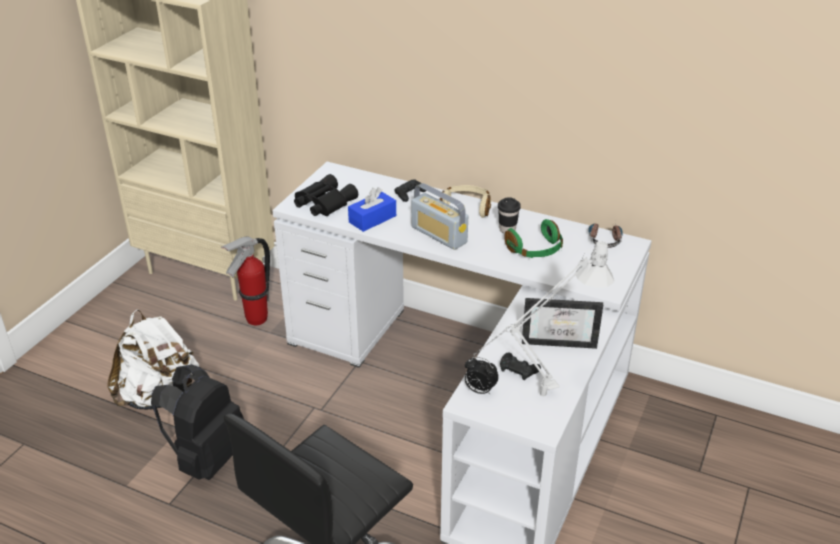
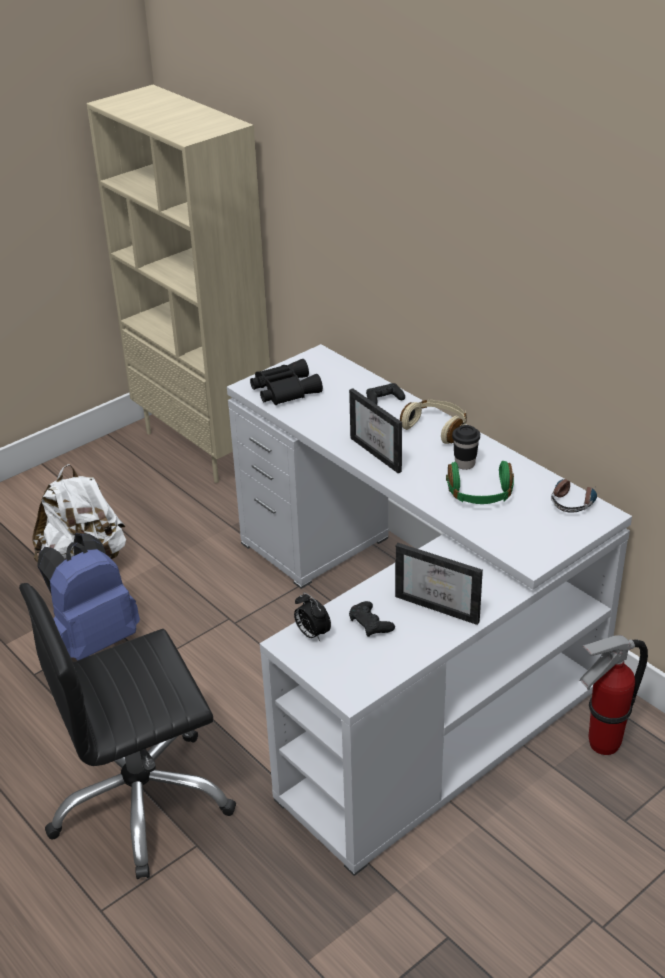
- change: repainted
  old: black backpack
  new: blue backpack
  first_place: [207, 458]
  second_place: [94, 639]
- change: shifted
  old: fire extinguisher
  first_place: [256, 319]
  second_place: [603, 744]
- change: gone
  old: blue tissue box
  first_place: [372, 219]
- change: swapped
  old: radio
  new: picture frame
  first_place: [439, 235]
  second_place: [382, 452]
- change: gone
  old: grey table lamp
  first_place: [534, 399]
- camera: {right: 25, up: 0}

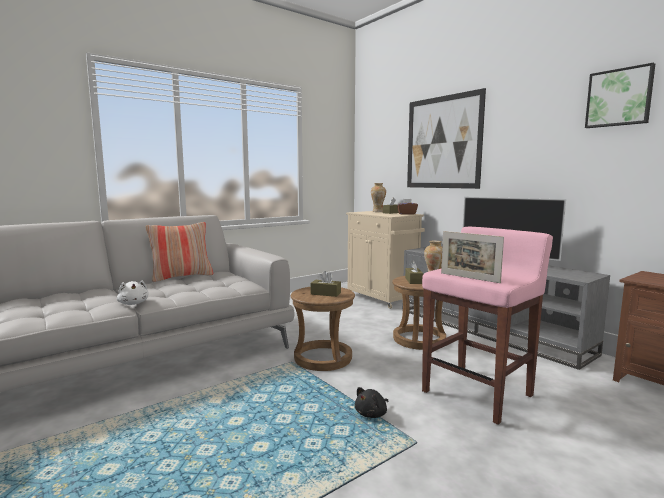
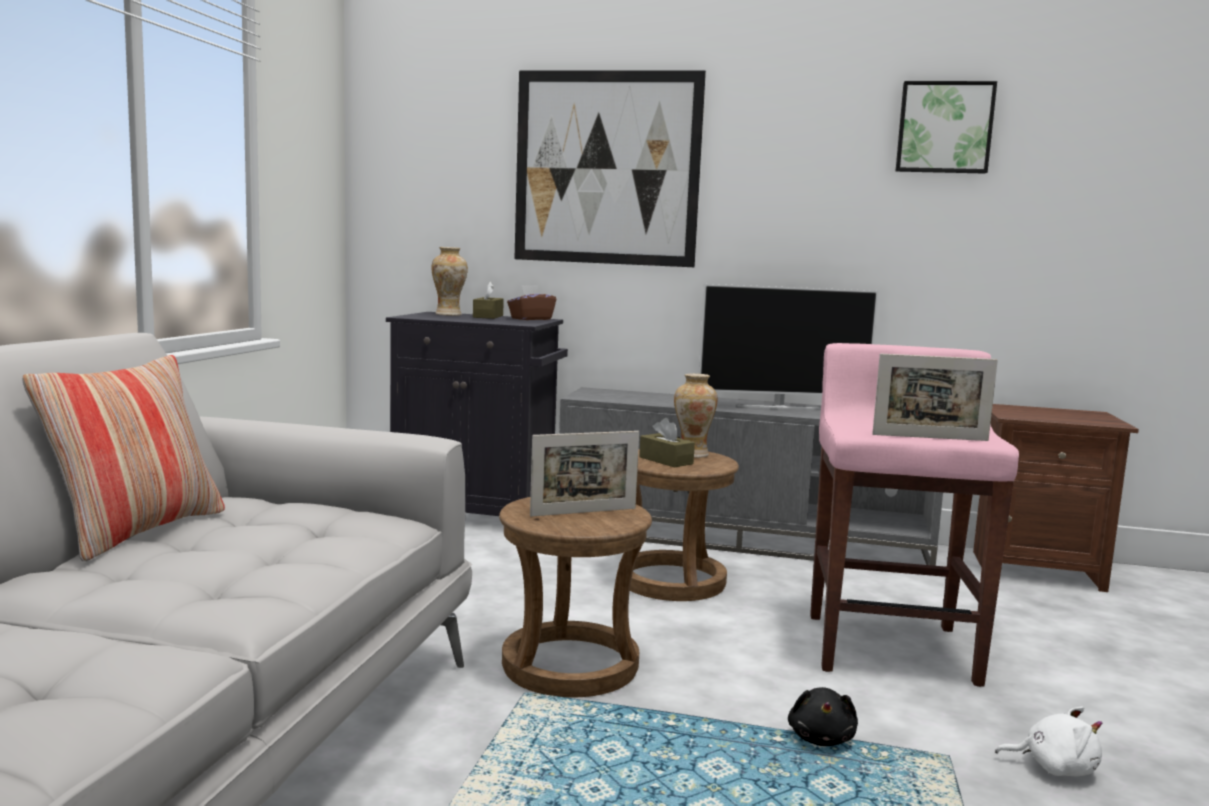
- change: shifted
  old: white plush toy
  first_place: [133, 303]
  second_place: [1054, 767]
- change: swapped
  old: brown tissue box
  new: picture frame
  first_place: [325, 293]
  second_place: [583, 512]
- change: repainted
  old: beige cabinet
  new: black cabinet
  first_place: [383, 298]
  second_place: [477, 512]
- camera: {right: -40, up: 0}

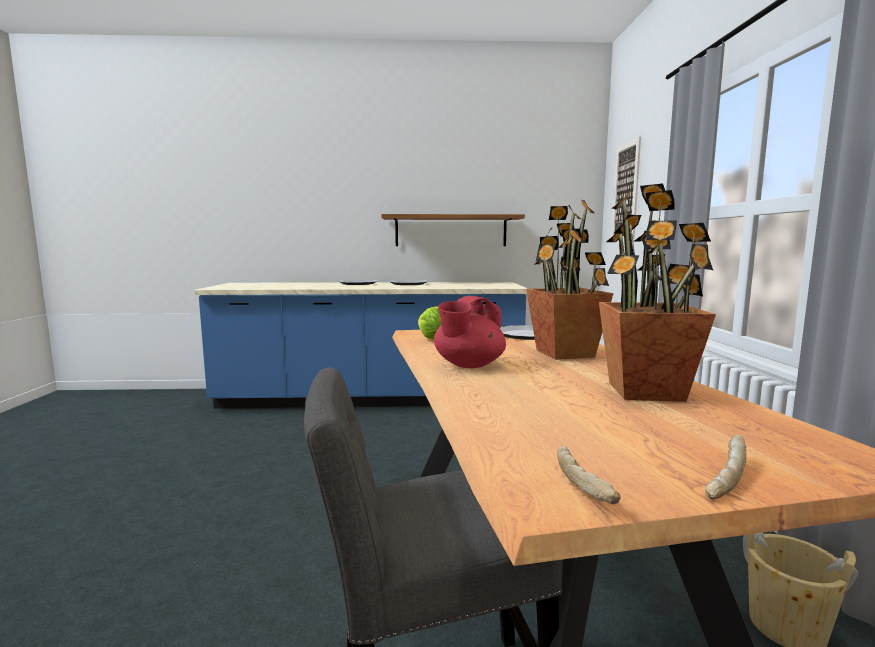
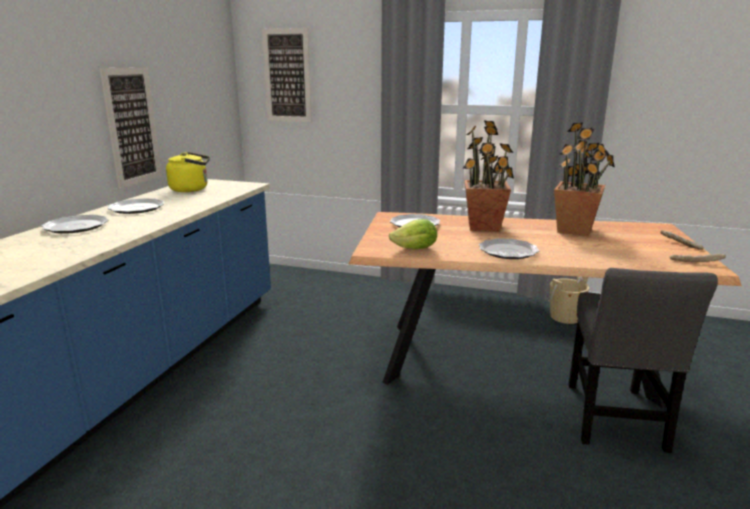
- change: swapped
  old: shelf
  new: picture
  first_place: [451, 231]
  second_place: [132, 126]
- change: swapped
  old: red teapot
  new: plate
  first_place: [468, 365]
  second_place: [508, 251]
- change: new
  new: yellow kettle
  second_place: [192, 189]
- camera: {right: -70, up: 10}

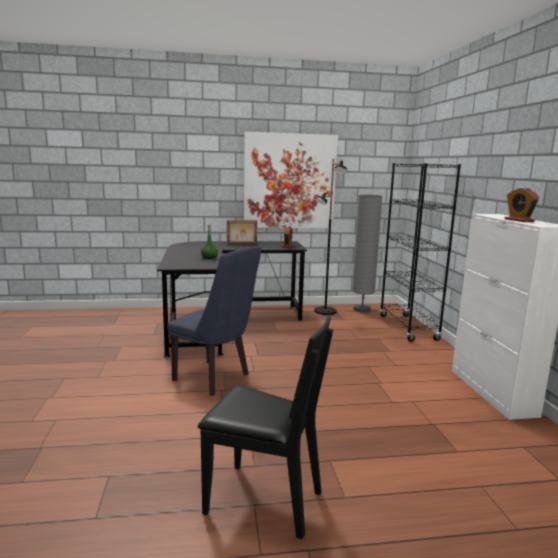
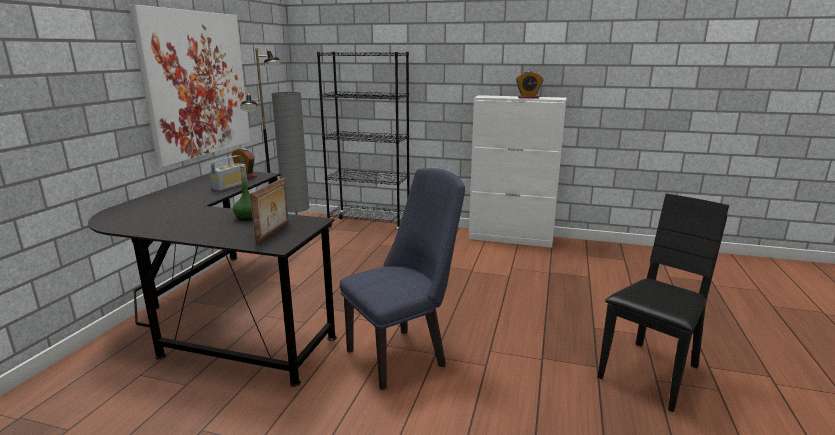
- change: shifted
  old: picture frame
  first_place: [242, 244]
  second_place: [274, 233]
- change: new
  new: radio
  second_place: [230, 186]
- camera: {right: -65, up: 5}

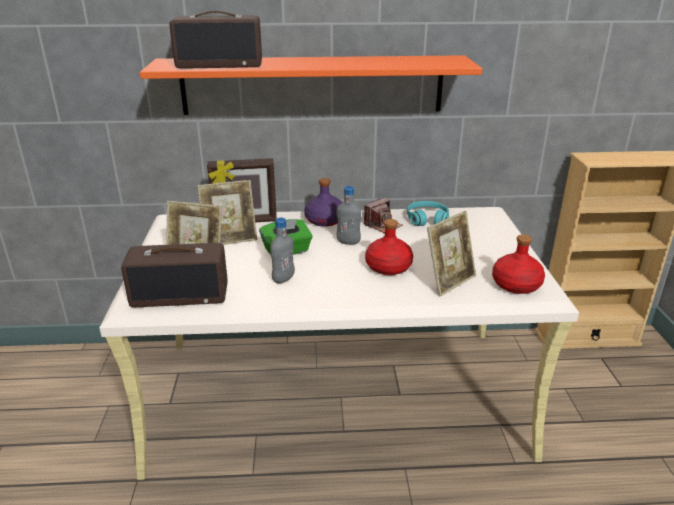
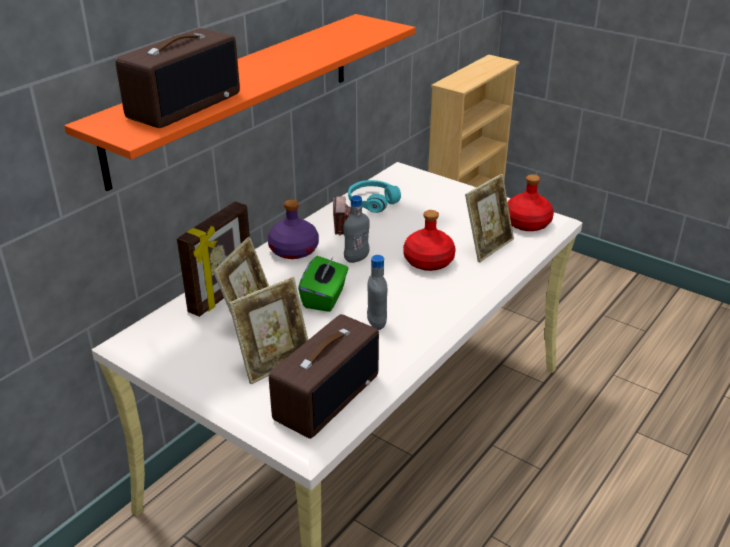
- change: rotated
  old: picture frame
  first_place: [449, 281]
  second_place: [487, 246]
  degrees: 45
- camera: {right: -50, up: 5}

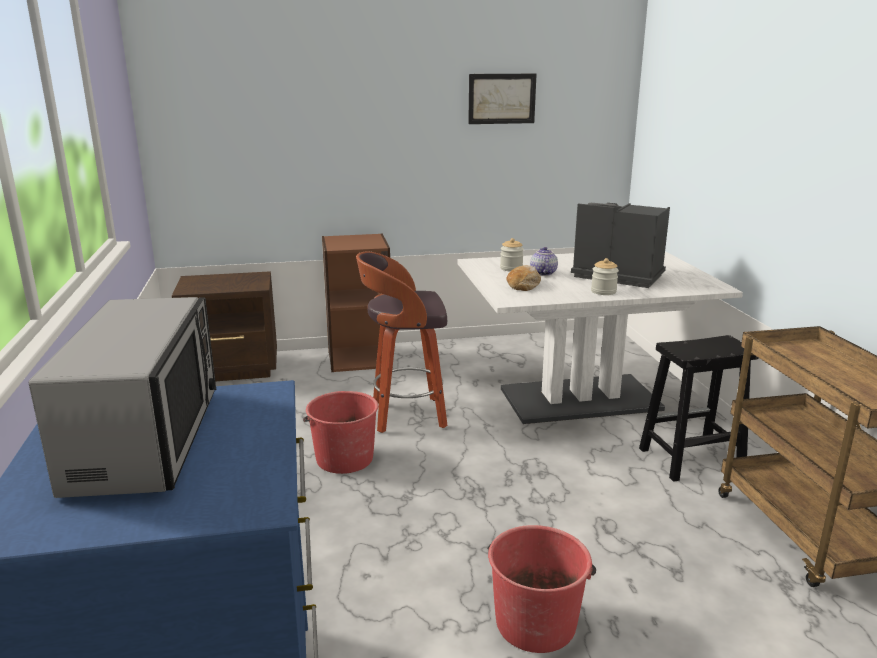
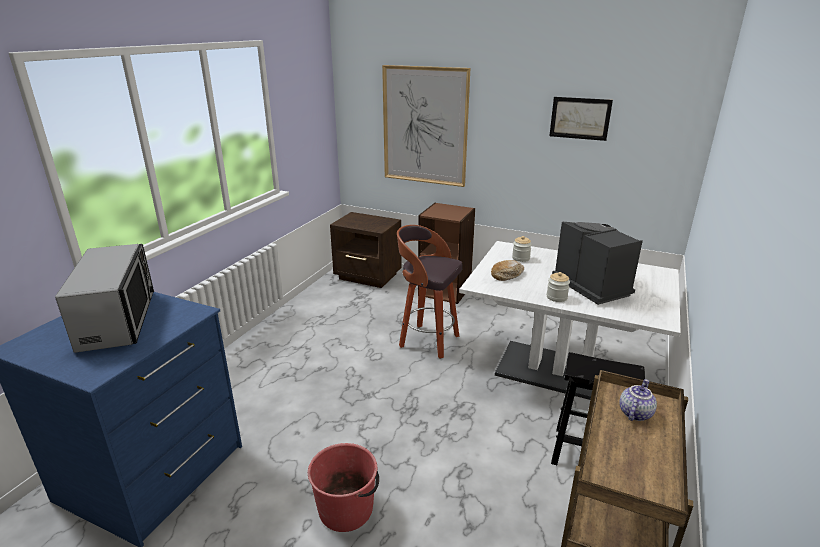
- change: rotated
  old: microwave
  first_place: [148, 438]
  second_place: [119, 320]
  degrees: -45
- change: gone
  old: red bucket
  first_place: [344, 458]
- change: shifted
  old: teapot
  first_place: [542, 273]
  second_place: [634, 413]
- change: new
  new: picture
  second_place: [425, 126]
- camera: {right: 35, up: 5}

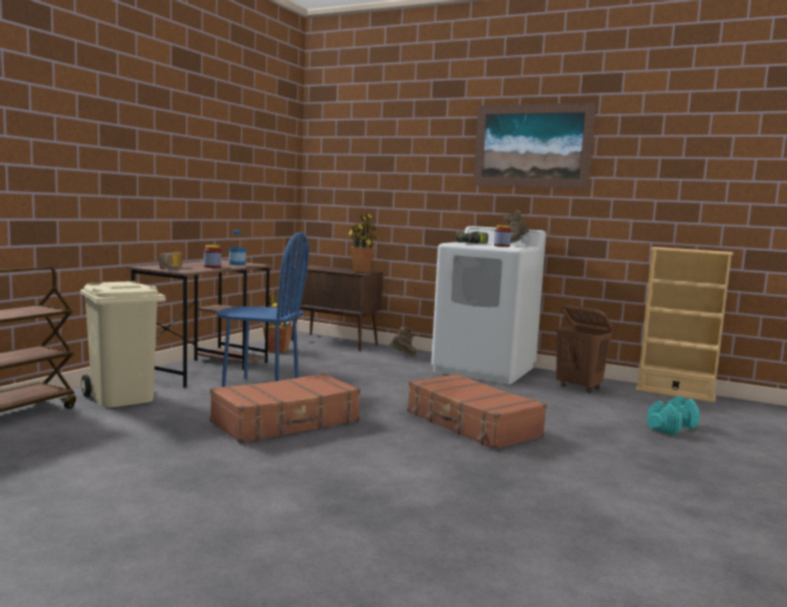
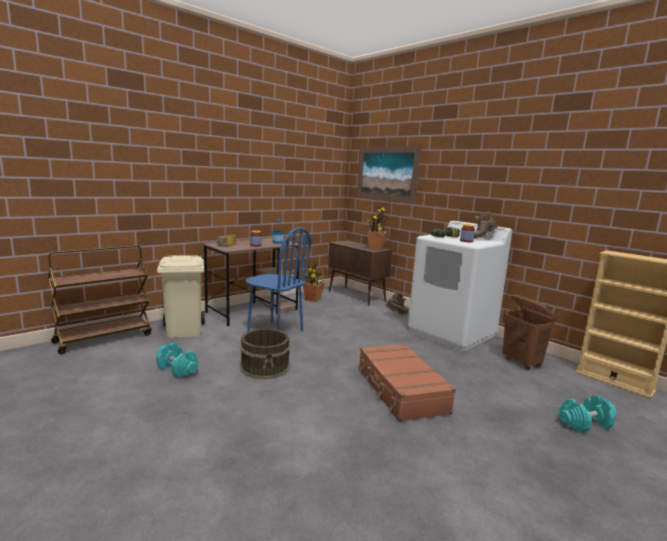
- change: swapped
  old: brown suitcase
  new: brown bucket
  first_place: [286, 422]
  second_place: [265, 367]
- change: shifted
  old: picture
  first_place: [532, 146]
  second_place: [387, 173]
- change: new
  new: turquoise dumbbell
  second_place: [177, 369]
- camera: {right: 20, up: 5}

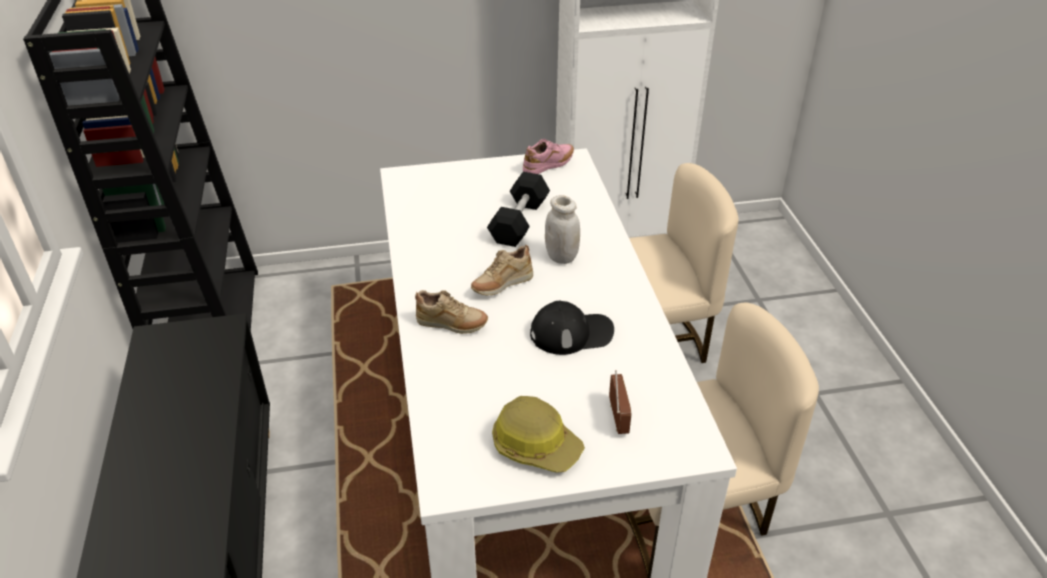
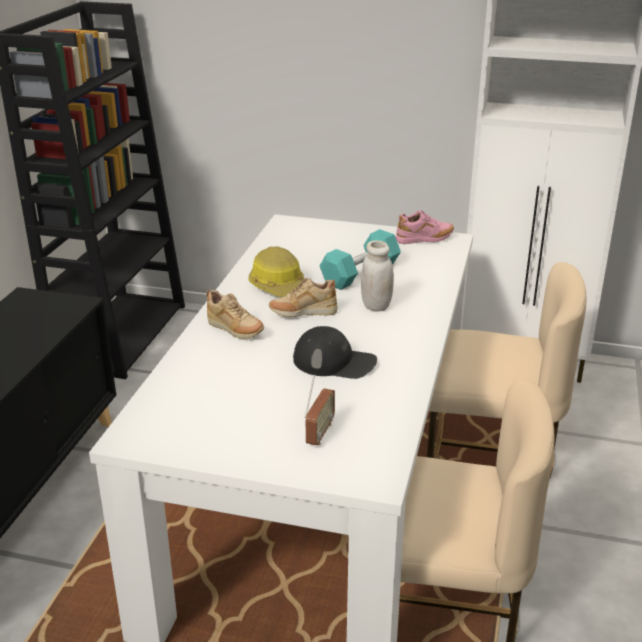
- change: repainted
  old: black dumbbell
  new: turquoise dumbbell
  first_place: [519, 222]
  second_place: [360, 273]
- change: shifted
  old: hard hat
  first_place: [536, 444]
  second_place: [279, 286]
- camera: {right: 25, up: -10}

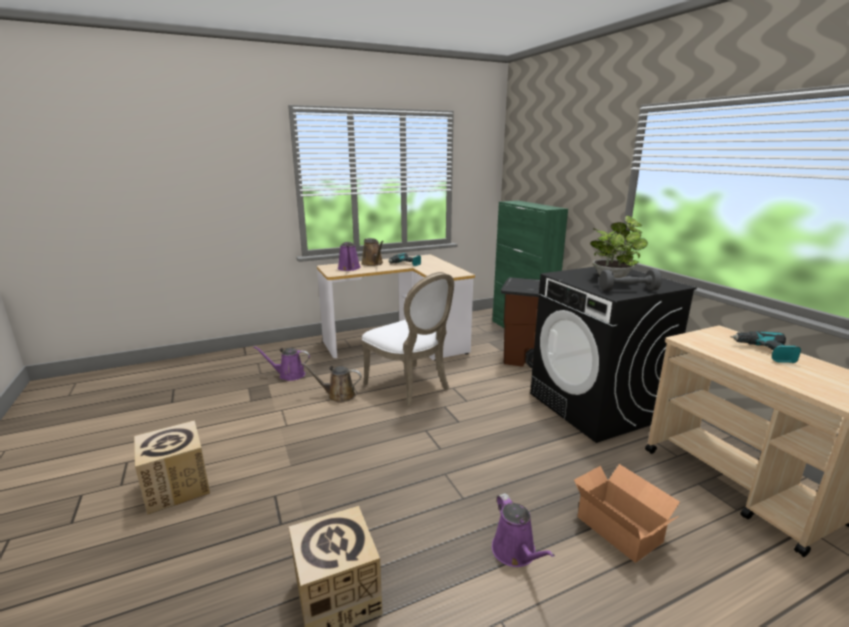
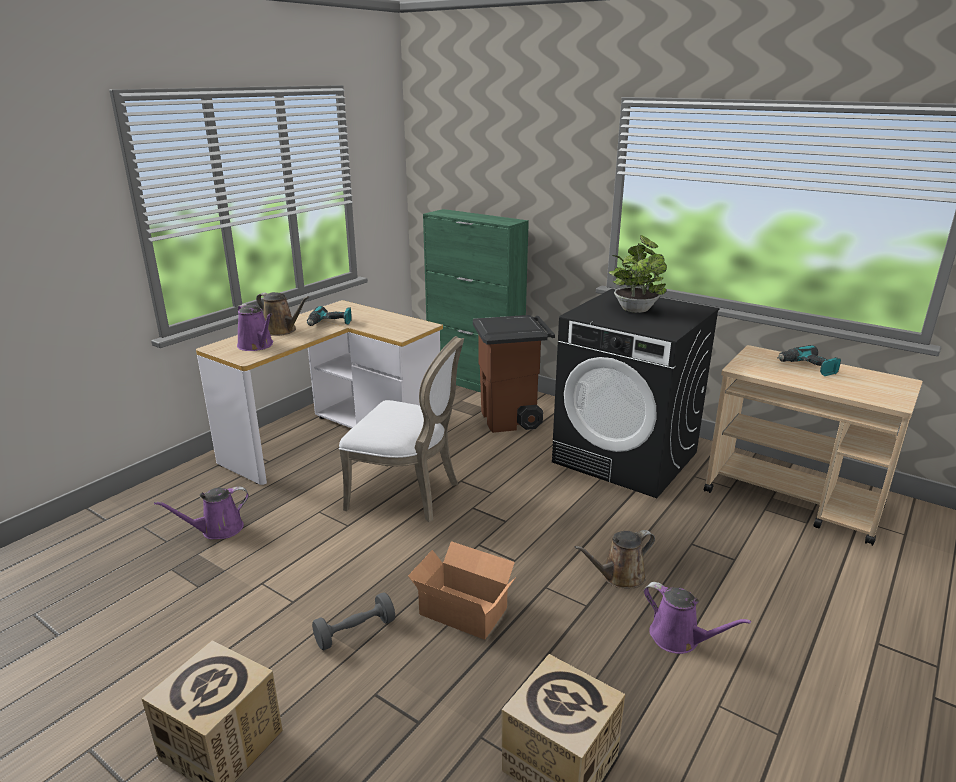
- change: shifted
  old: brown watering can
  first_place: [338, 395]
  second_place: [619, 576]
- change: shifted
  old: cardboard box
  first_place: [619, 527]
  second_place: [463, 608]
- change: shifted
  old: grey dumbbell
  first_place: [628, 290]
  second_place: [355, 632]
- camera: {right: -30, up: 5}

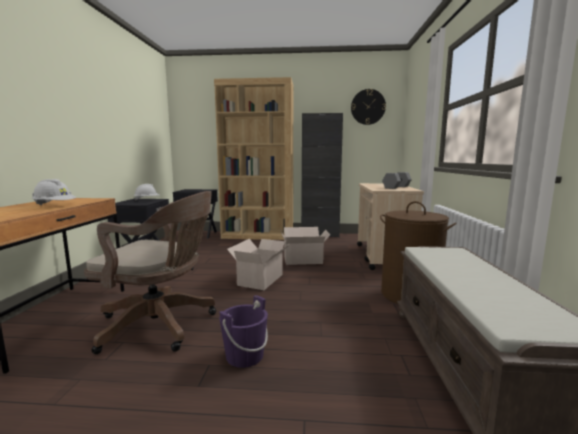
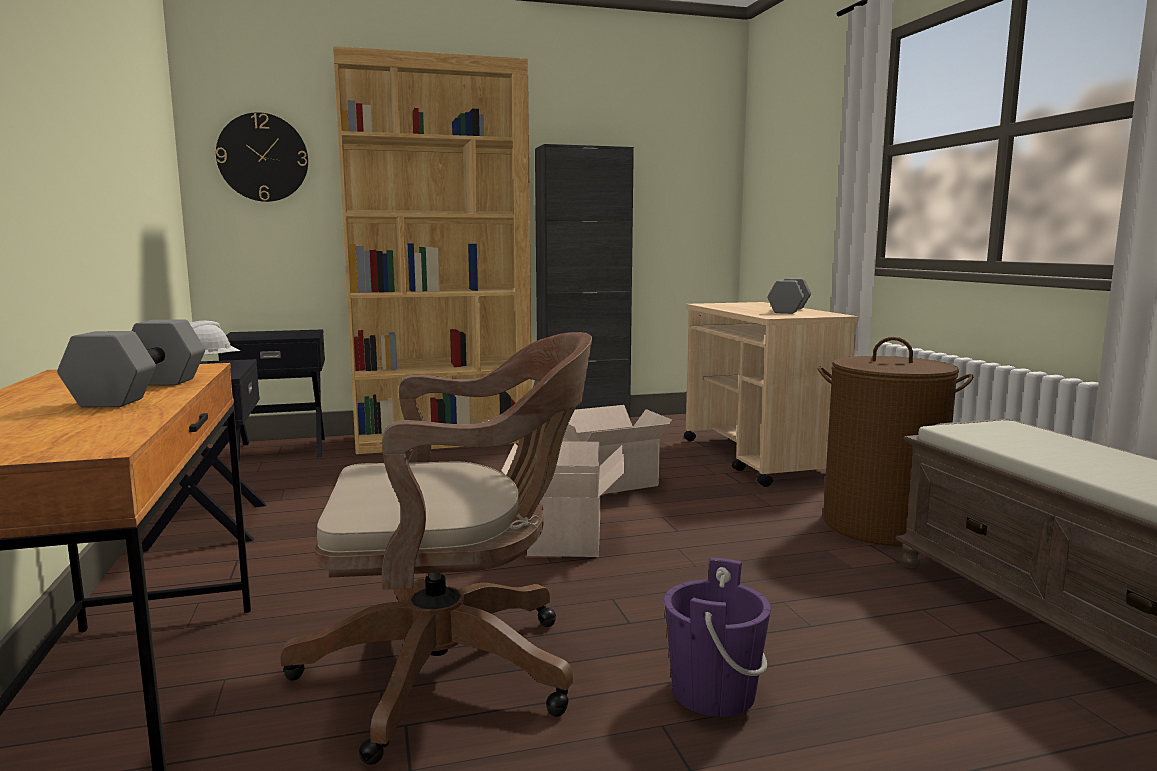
- change: swapped
  old: white hard hat
  new: grey dumbbell
  first_place: [55, 206]
  second_place: [140, 392]
- change: shifted
  old: wall clock
  first_place: [368, 107]
  second_place: [263, 157]
- camera: {right: -20, up: 0}

